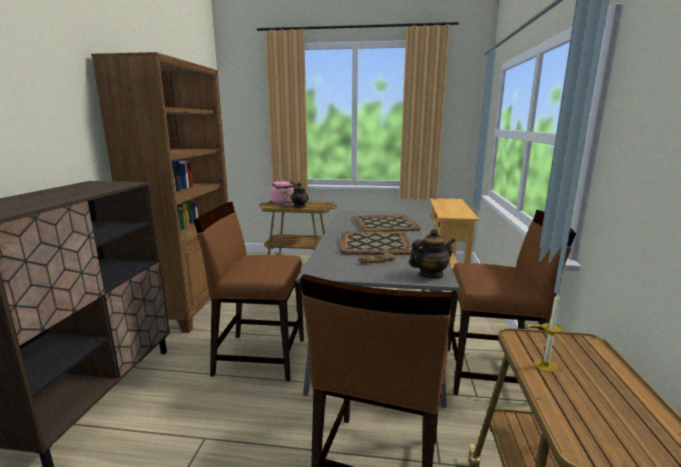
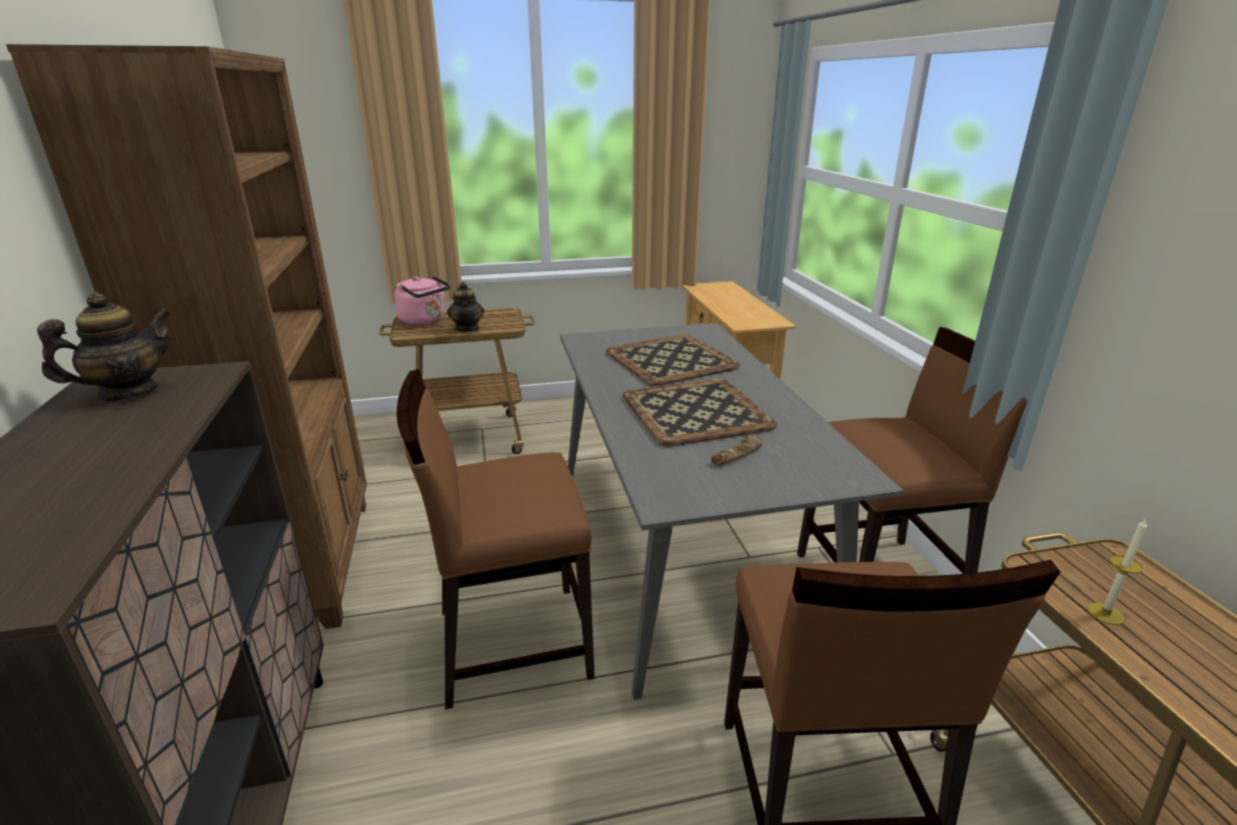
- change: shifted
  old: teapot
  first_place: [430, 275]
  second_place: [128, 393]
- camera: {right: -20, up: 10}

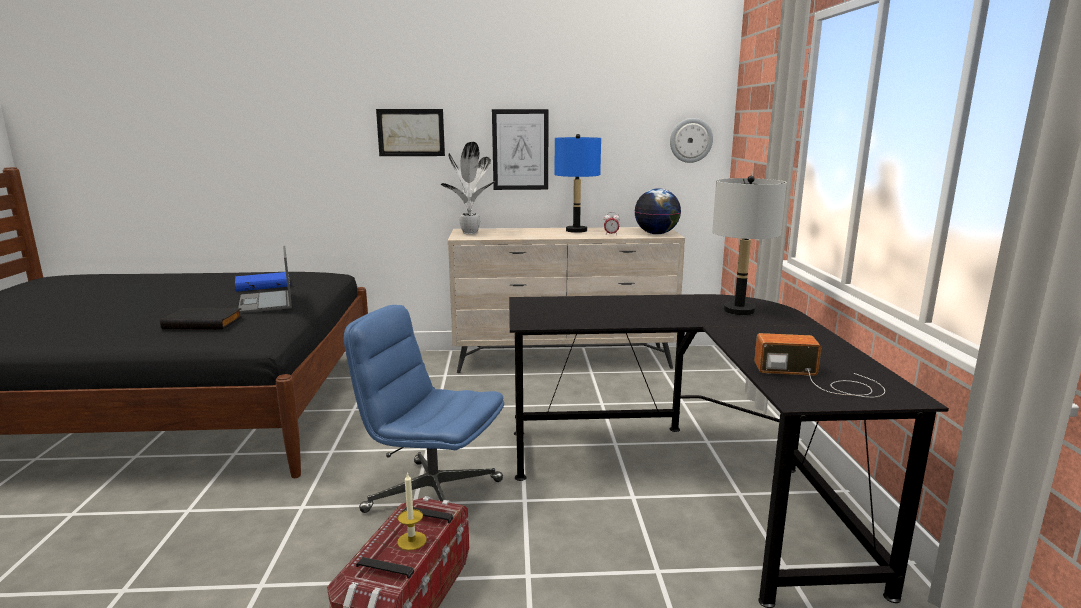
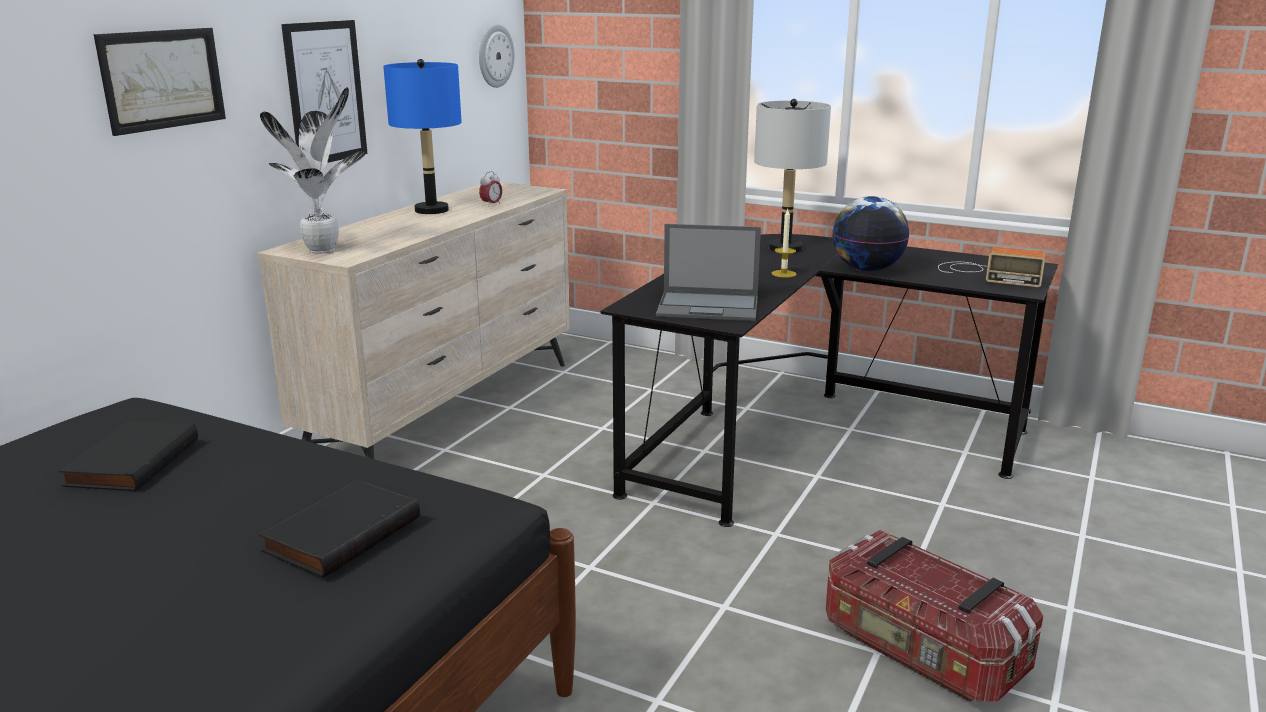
- change: repainted
  old: blue book
  new: black book
  first_place: [263, 284]
  second_place: [131, 462]
- change: shifted
  old: laptop
  first_place: [266, 302]
  second_place: [709, 307]
- change: gone
  old: blue office chair
  first_place: [432, 495]
- change: shifted
  old: candle
  first_place: [412, 541]
  second_place: [783, 274]
- change: shifted
  old: globe
  first_place: [656, 234]
  second_place: [867, 269]
- change: rotated
  old: radio
  first_place: [821, 380]
  second_place: [986, 274]
  degrees: -105
- camera: {right: -60, up: 5}

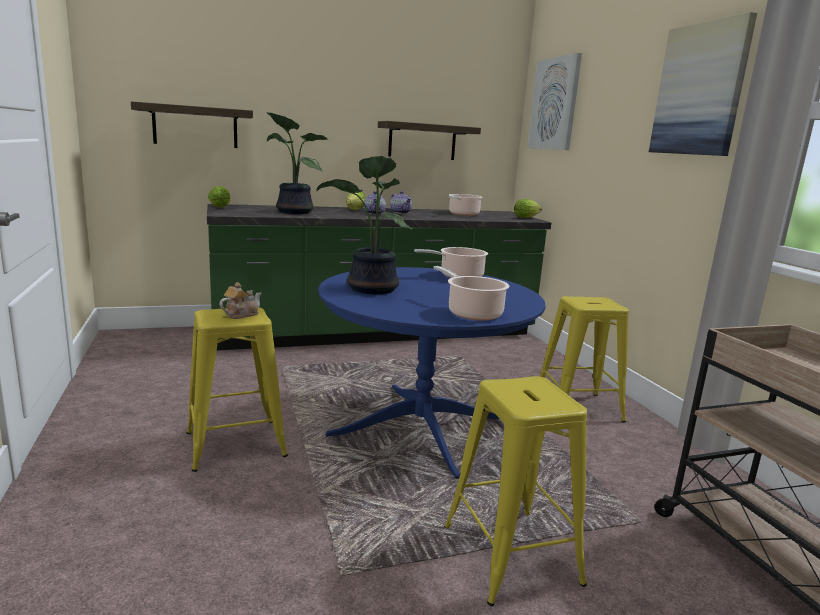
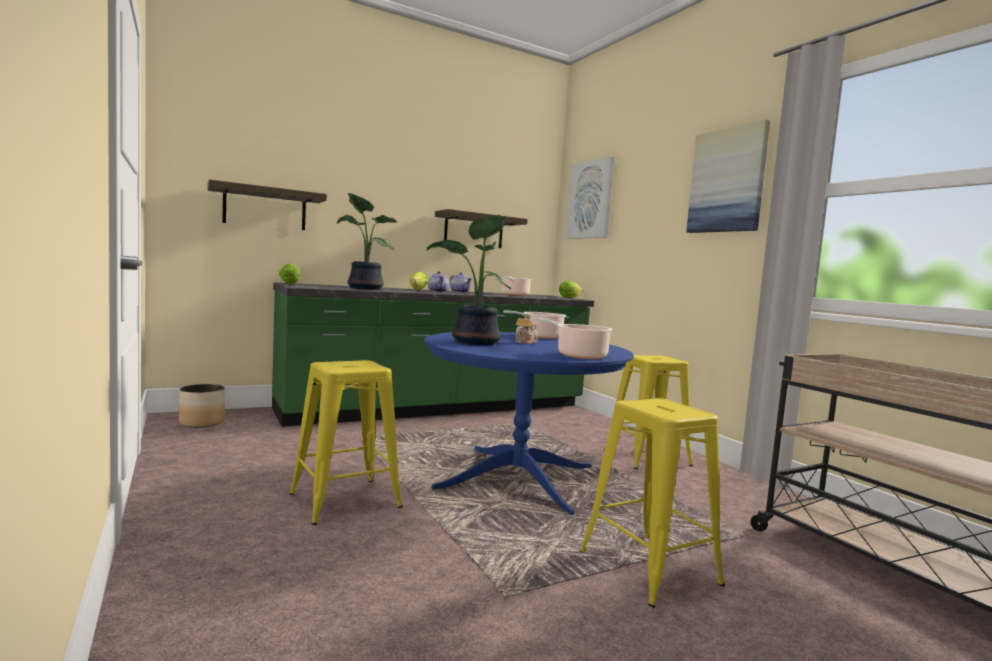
- change: shifted
  old: teapot
  first_place: [241, 314]
  second_place: [525, 342]
- change: new
  new: planter
  second_place: [201, 422]
- camera: {right: -10, up: -10}

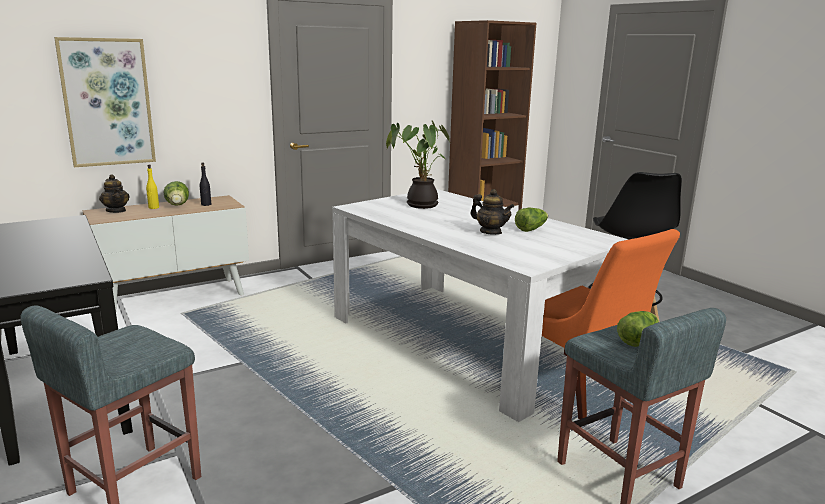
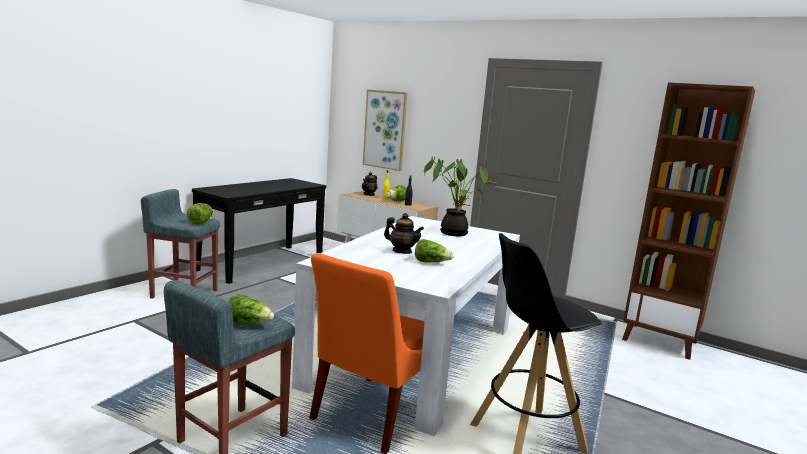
- change: rotated
  old: teapot
  first_place: [490, 232]
  second_place: [402, 251]
  degrees: -75
- change: new
  new: lettuce
  second_place: [201, 222]
- camera: {right: 65, up: -5}

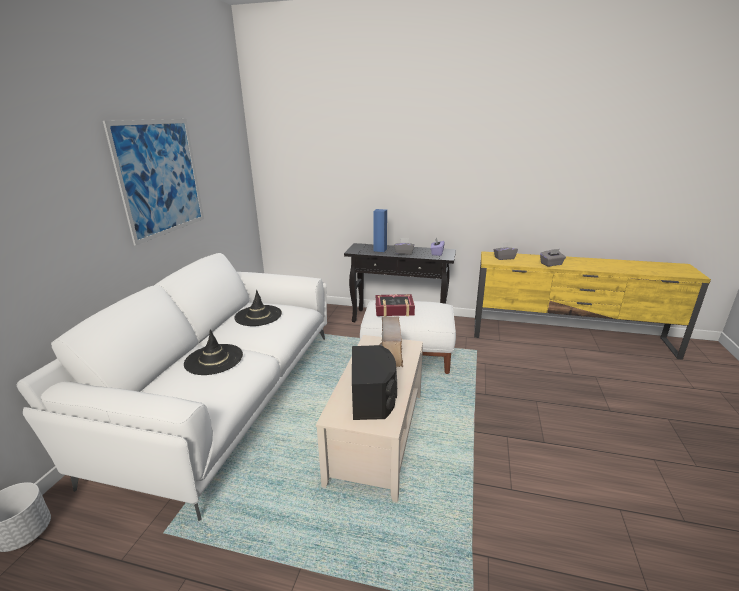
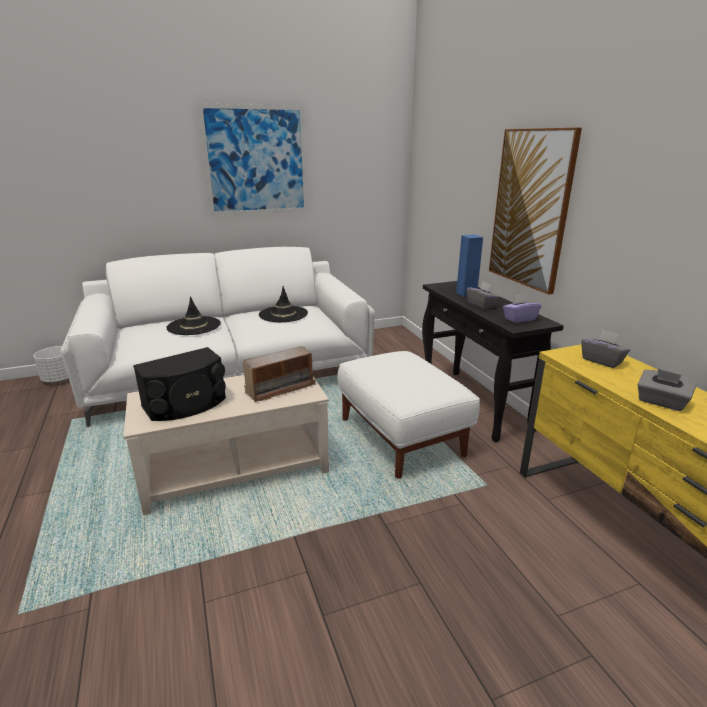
- change: gone
  old: book
  first_place: [394, 309]
- change: new
  new: picture
  second_place: [531, 209]
- camera: {right: 55, up: 0}

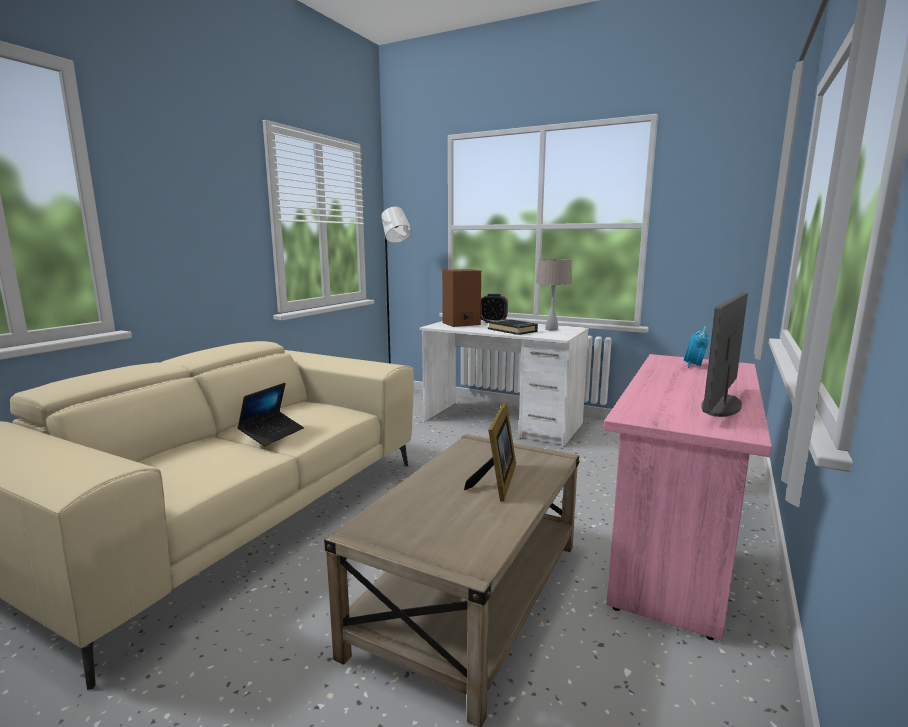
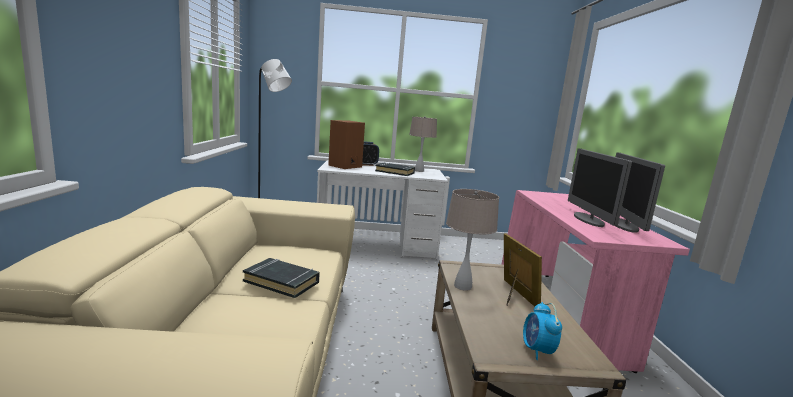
- change: swapped
  old: laptop
  new: black book
  first_place: [272, 434]
  second_place: [282, 282]
- change: shifted
  old: alarm clock
  first_place: [694, 366]
  second_place: [537, 351]
- change: new
  new: beige table lamp
  second_place: [462, 286]
- change: new
  new: monitor
  second_place: [588, 220]
- camera: {right: -30, up: 0}

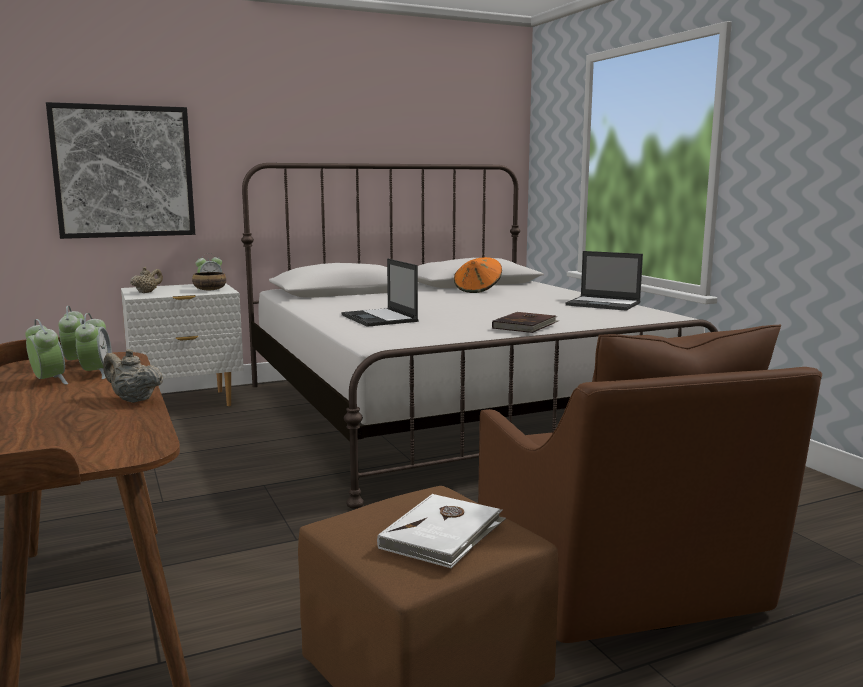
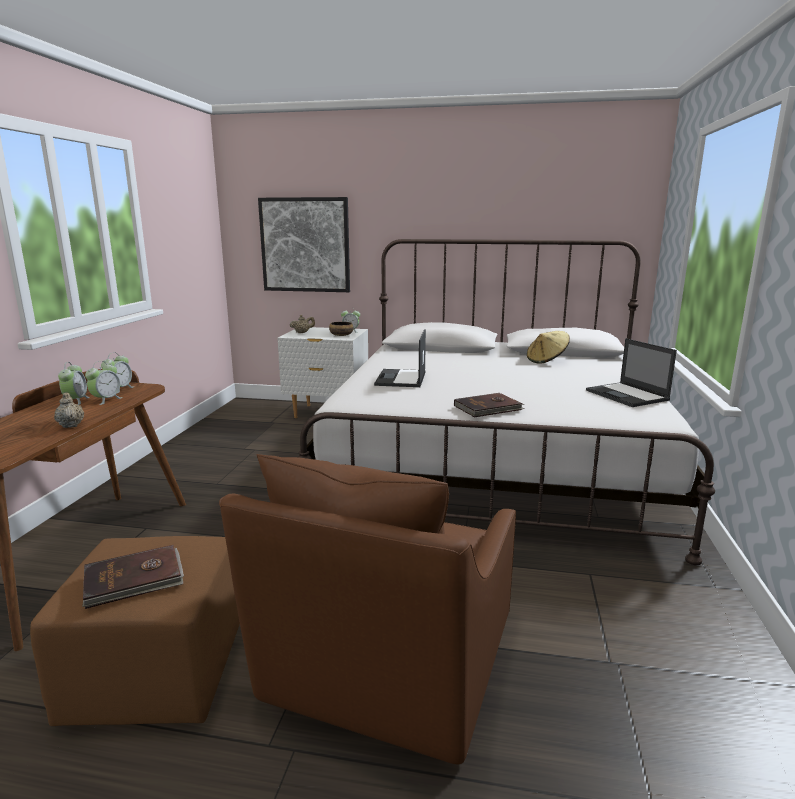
- change: repainted
  old: white book
  new: brown book
  first_place: [443, 534]
  second_place: [134, 580]
- change: repainted
  old: orange hat
  new: beige hat
  first_place: [478, 290]
  second_place: [547, 360]
- camera: {right: 35, up: 5}

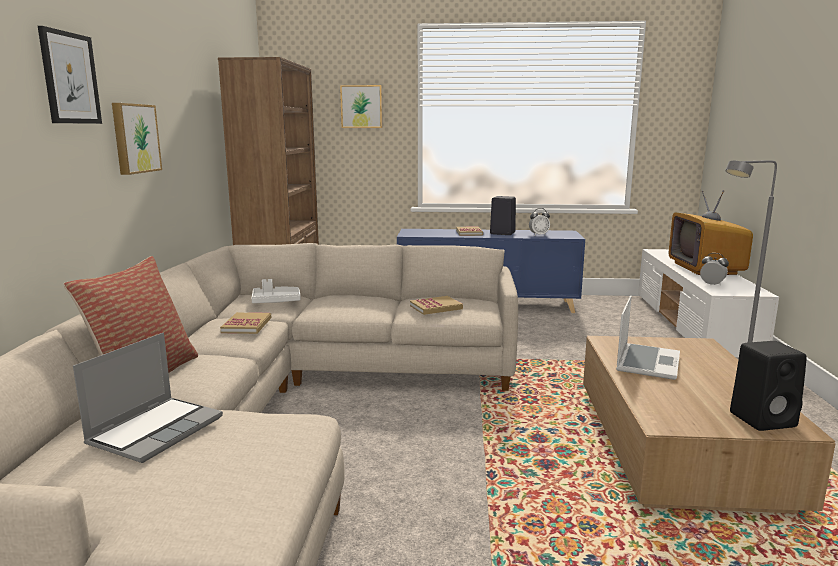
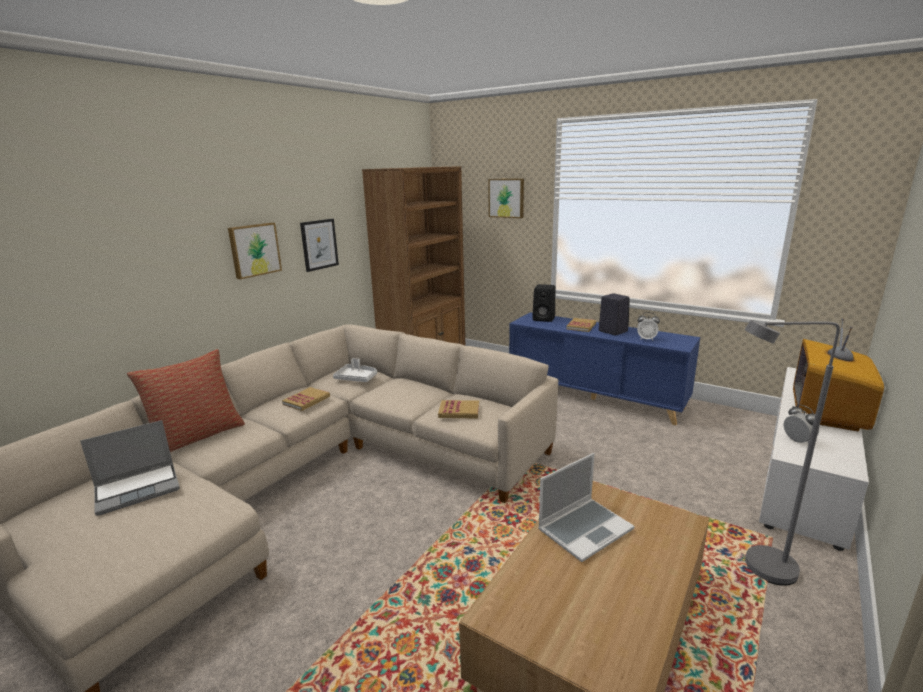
- change: shifted
  old: picture
  first_place: [70, 78]
  second_place: [319, 244]
- change: shifted
  old: black speaker
  first_place: [763, 419]
  second_place: [544, 319]
- camera: {right: 30, up: 5}

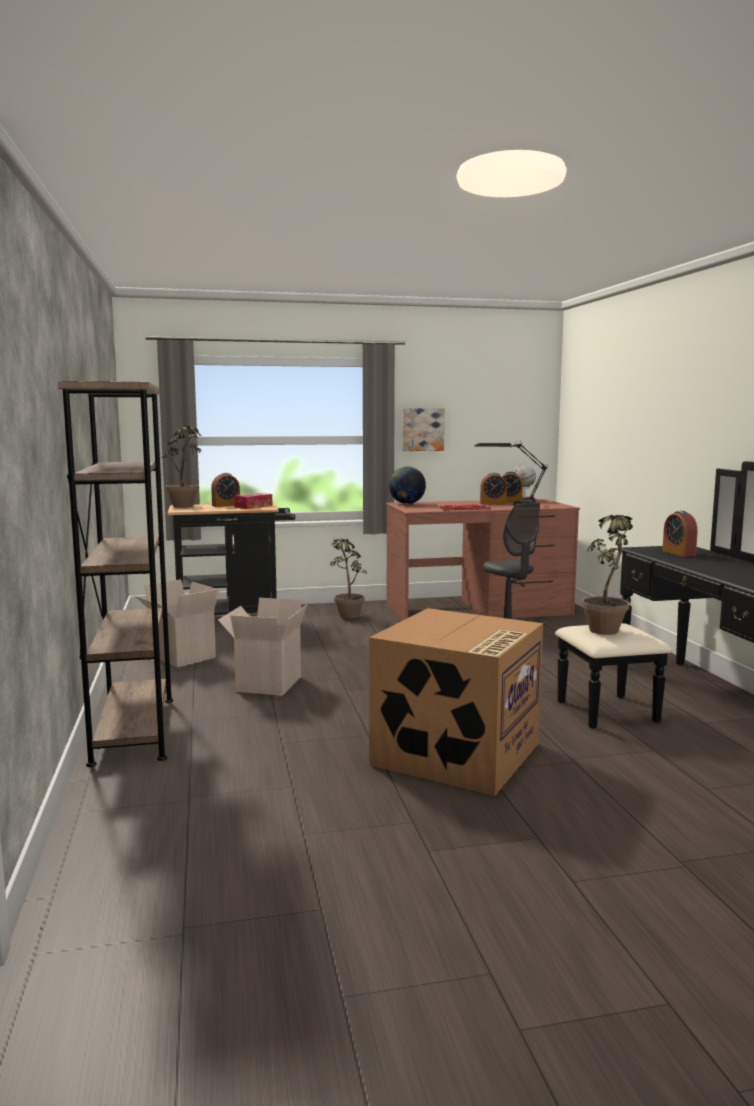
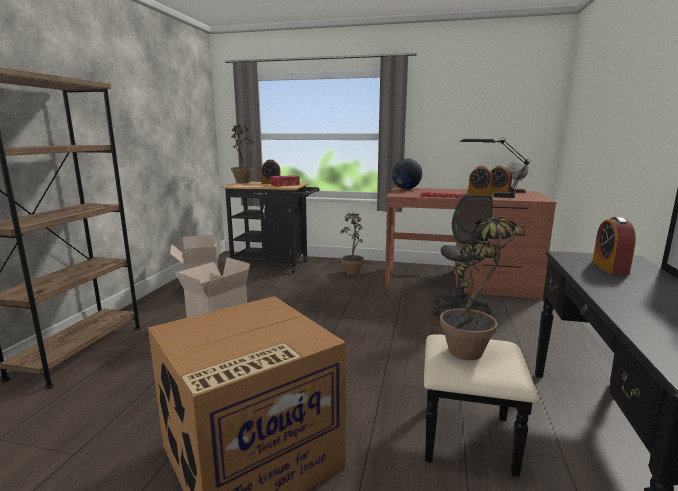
- change: gone
  old: picture
  first_place: [422, 429]
- camera: {right: 25, up: 5}

